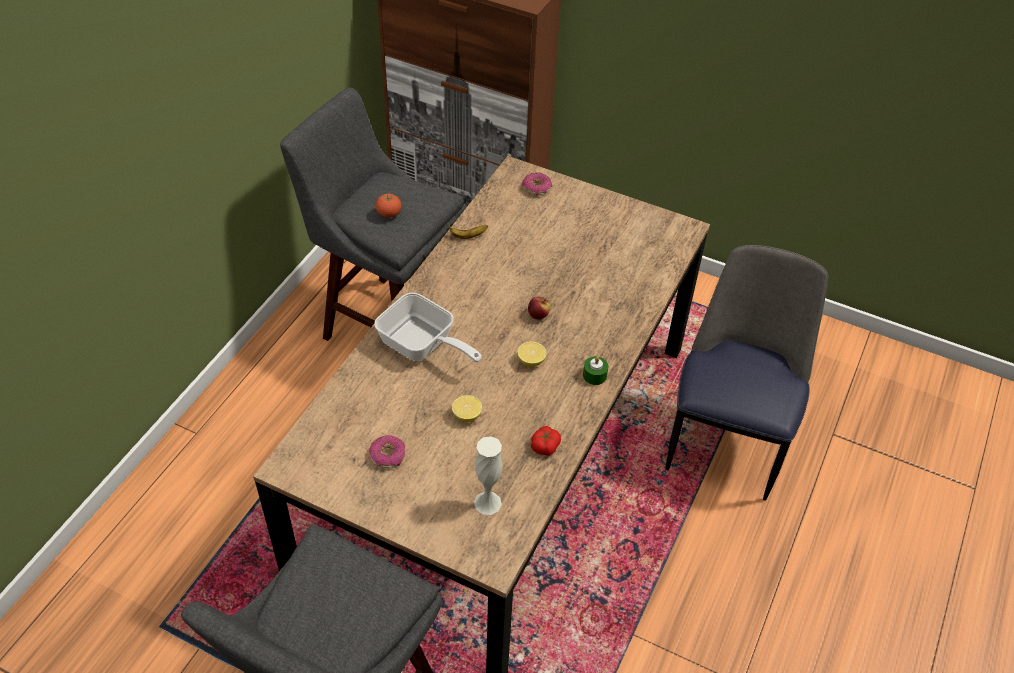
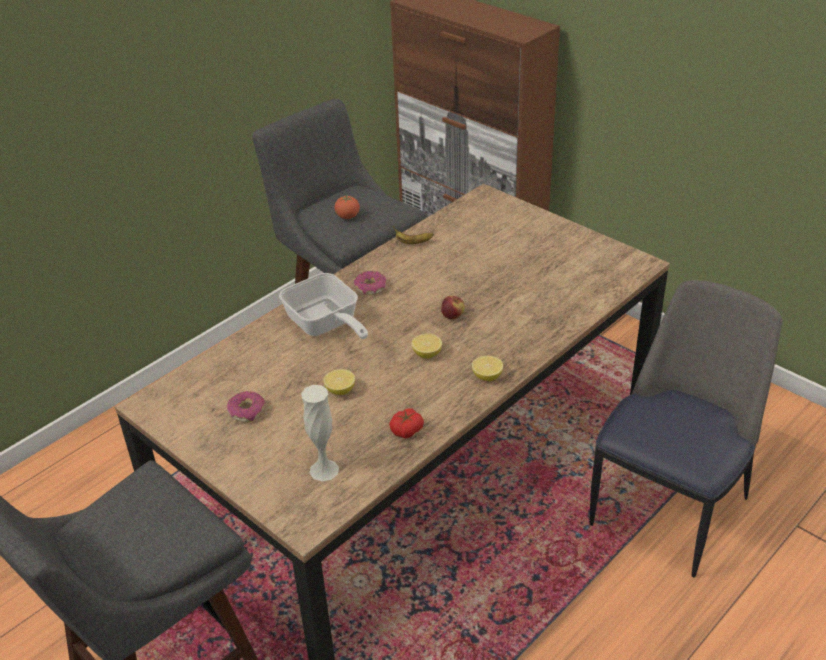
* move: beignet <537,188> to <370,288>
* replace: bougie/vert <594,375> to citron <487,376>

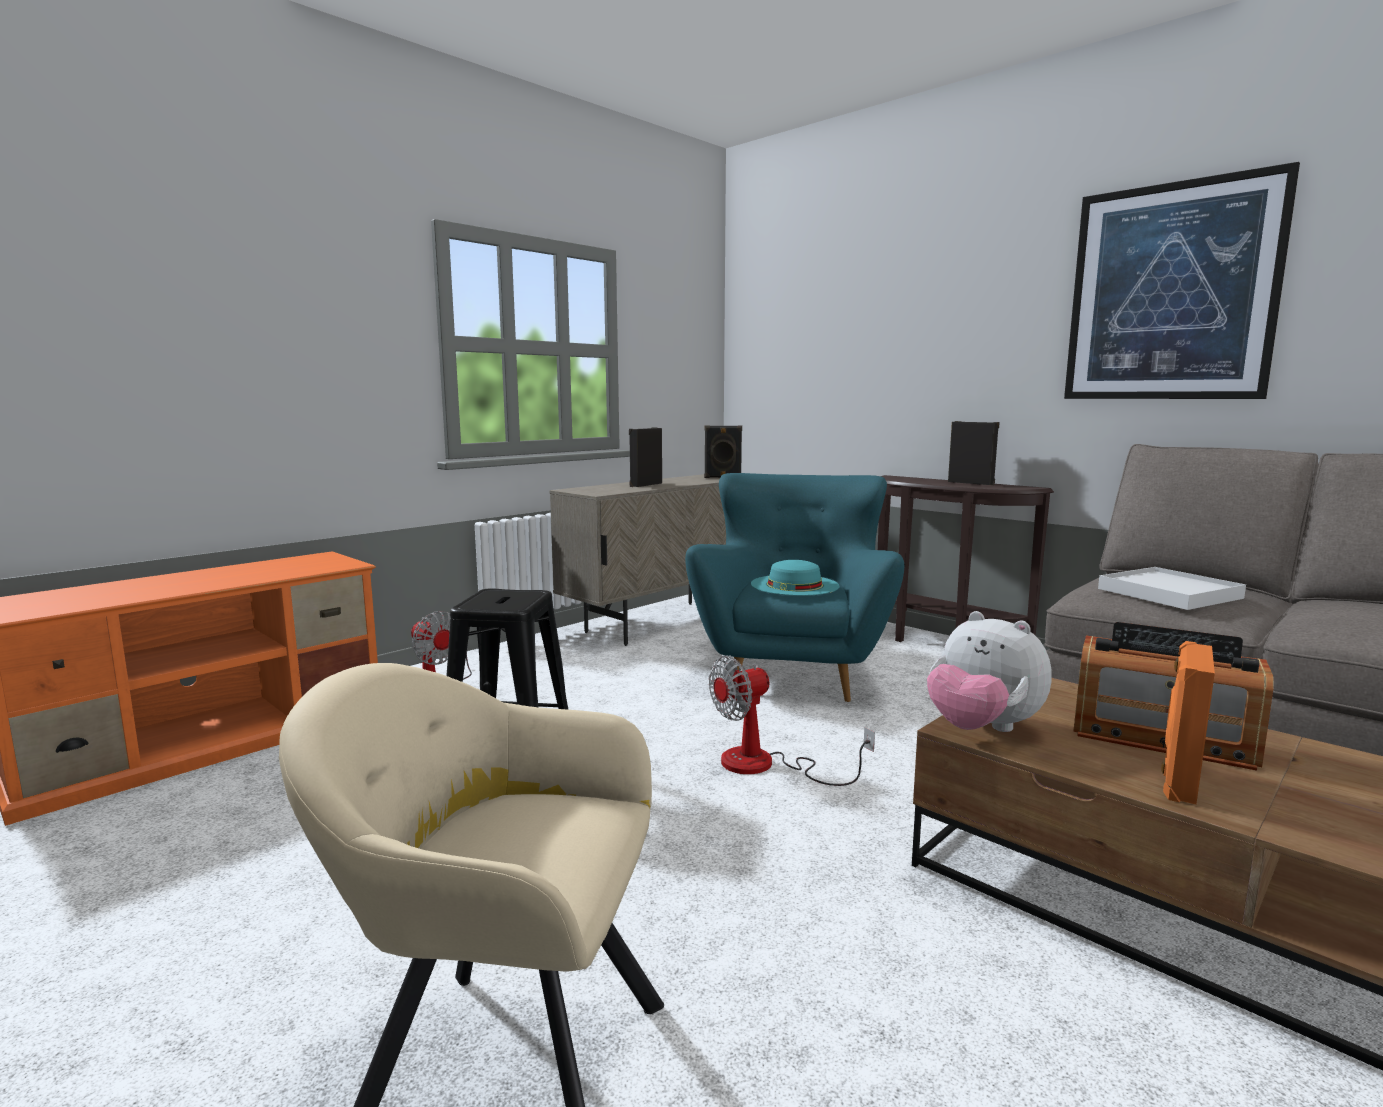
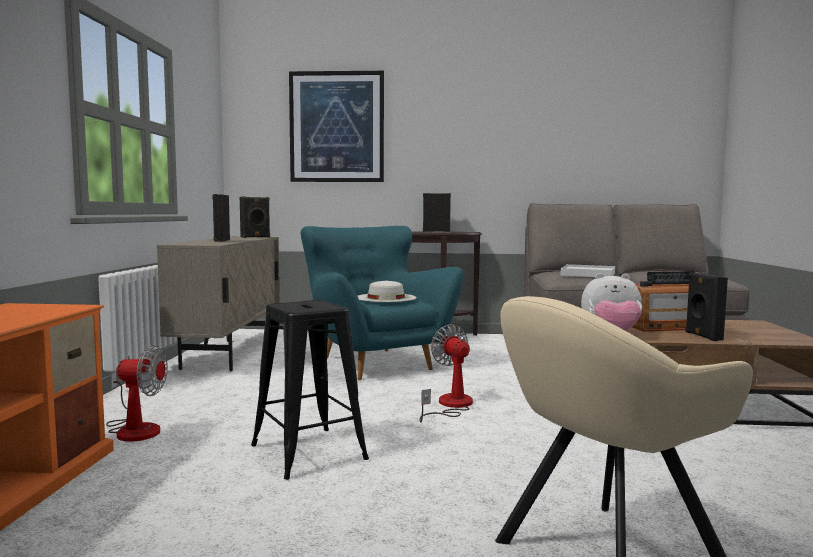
* move: tableau <1170,293> to <336,127>
* recolor: chapeau/turquoise <794,585> to chapeau/blanc <386,297>
* recolor: enceinte/orange <1177,781> to enceinte/noir <702,336>
* rotate: ventilateur <766,765> = <450,406> 135 degrees clockwise

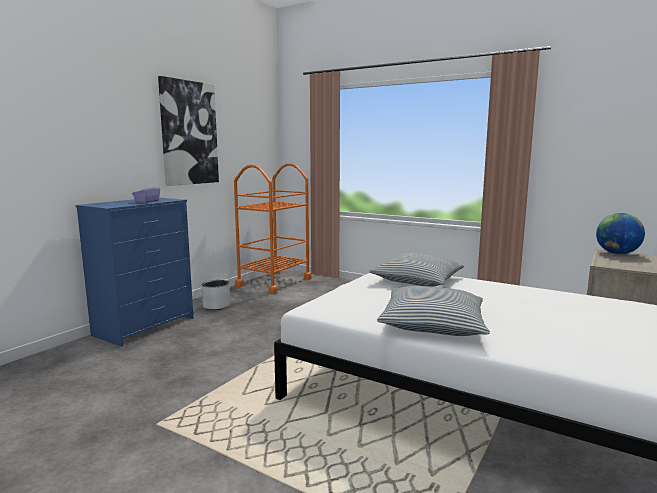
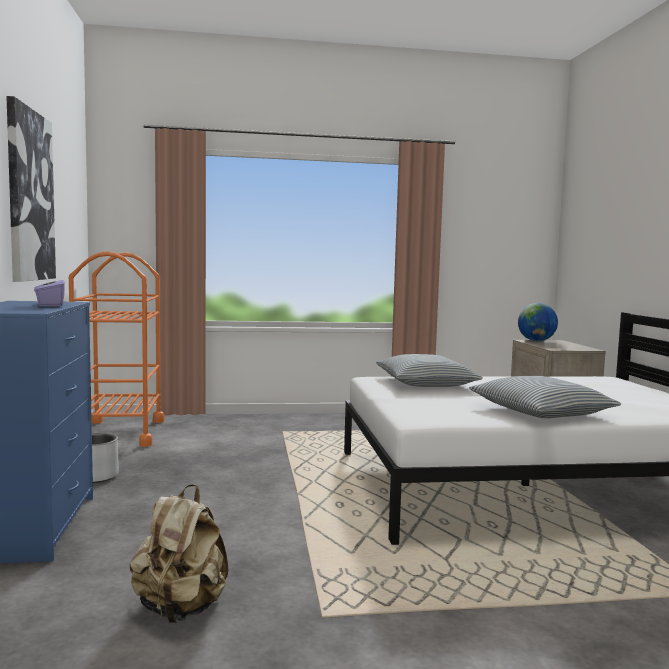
* insert: sac à dos/beige <181,609>

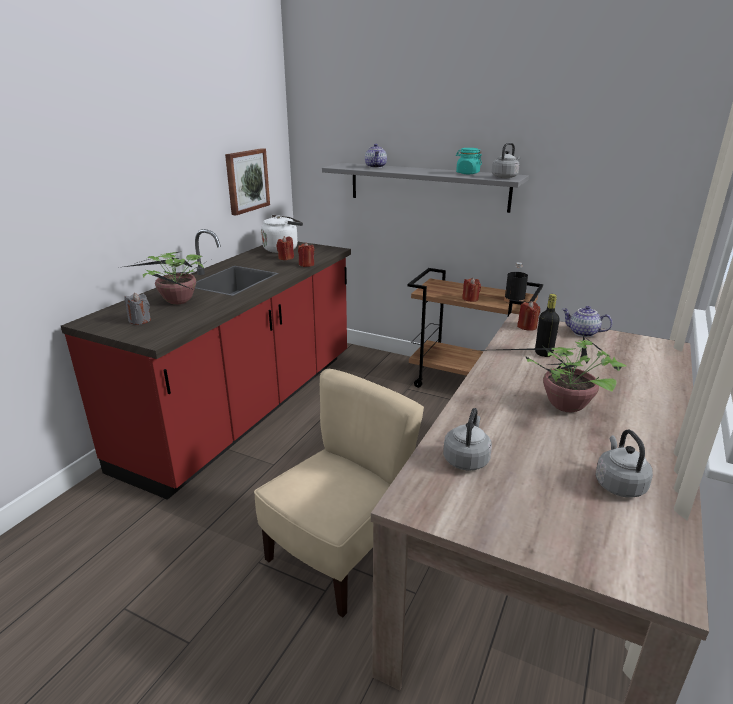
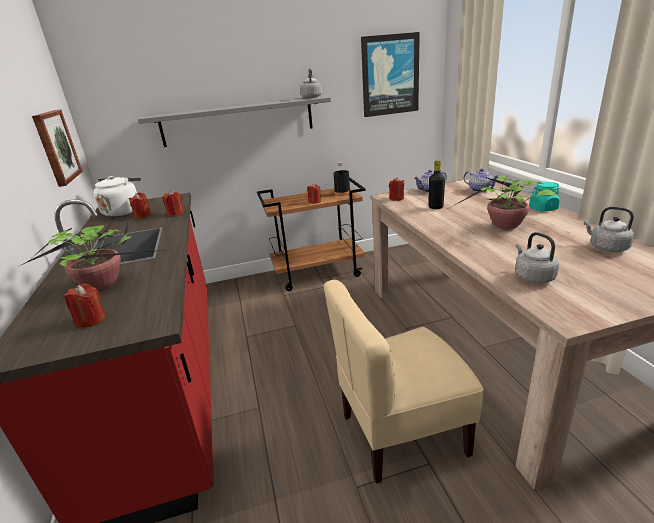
* insert: tableau <390,75>
* move: théière <376,167> to <480,190>
* move: bocal/turquoise <467,173> to <543,208>
* recolor: bougie/gris <140,320> to bougie/rouge <91,320>
* rotate: chaise/beige <338,555> = <402,433> 105 degrees counterclockwise

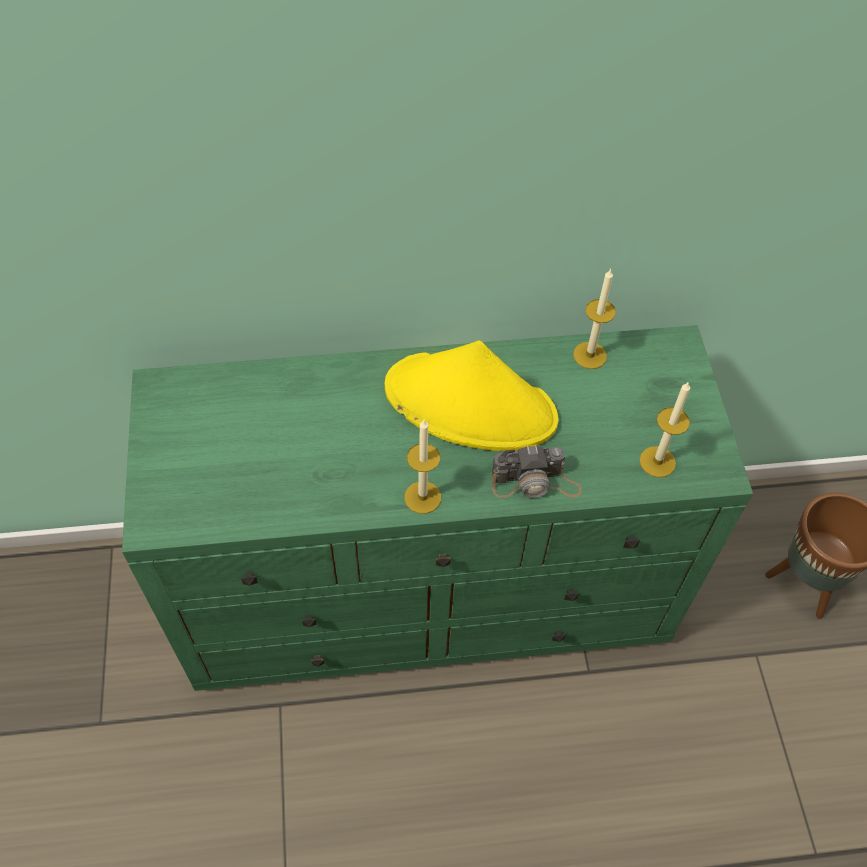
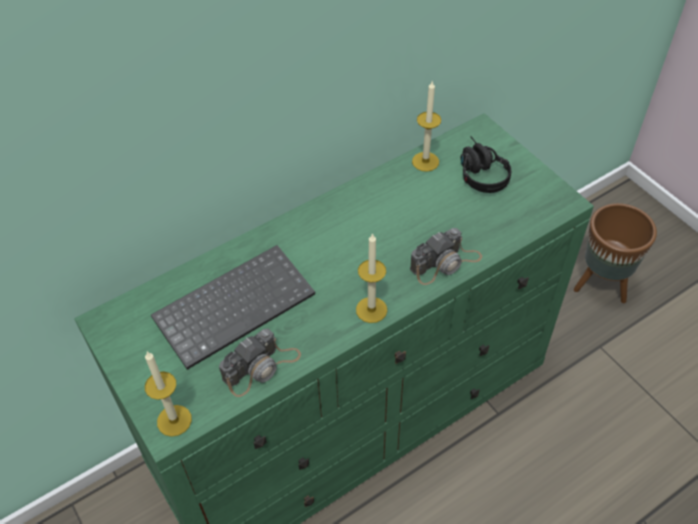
* delete: chapeau/jaune <471,404>
* insert: clavier <235,304>
* insert: appareil photo <261,367>
* insert: casque audio/noir <478,172>
* move: bougie <657,462> to <174,420>

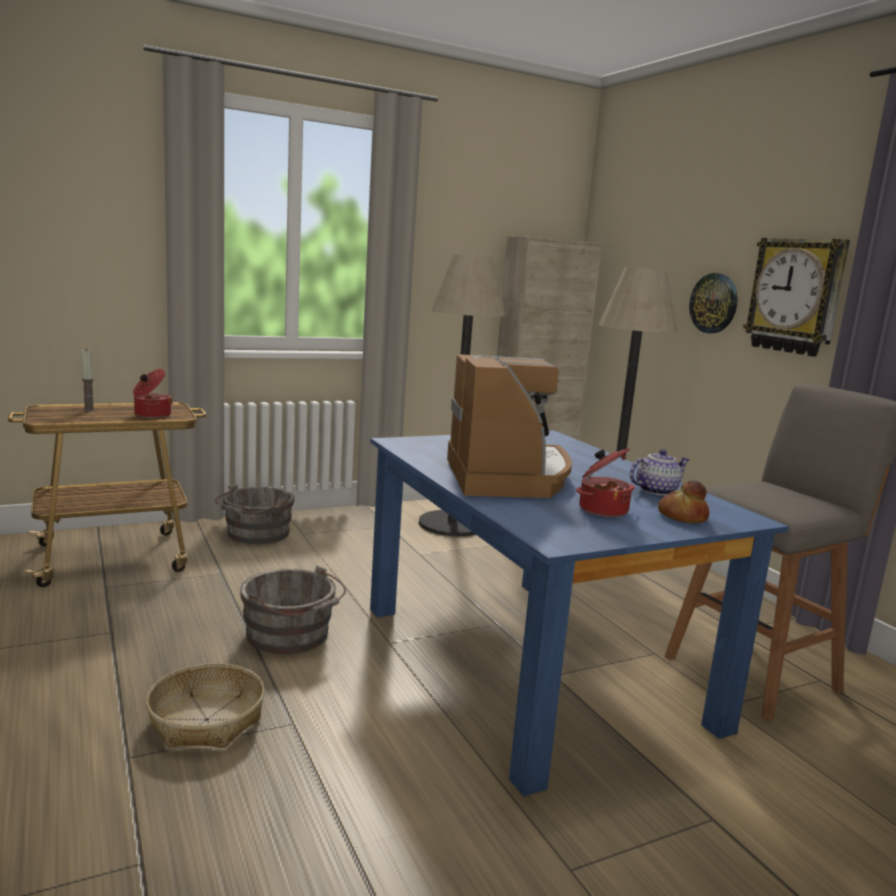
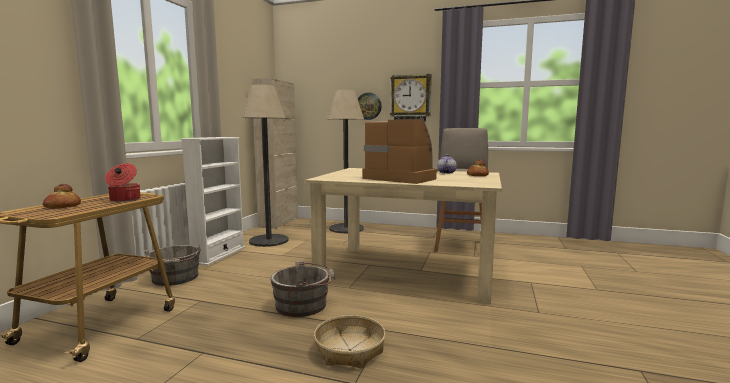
* delete: marmite <602,509>
* insert: bibliothèque/blanc <219,255>
* replace: bougie <89,410> to pain <62,206>
* recolor: table à manger/bleu <528,663> to table à manger/beige <406,271>

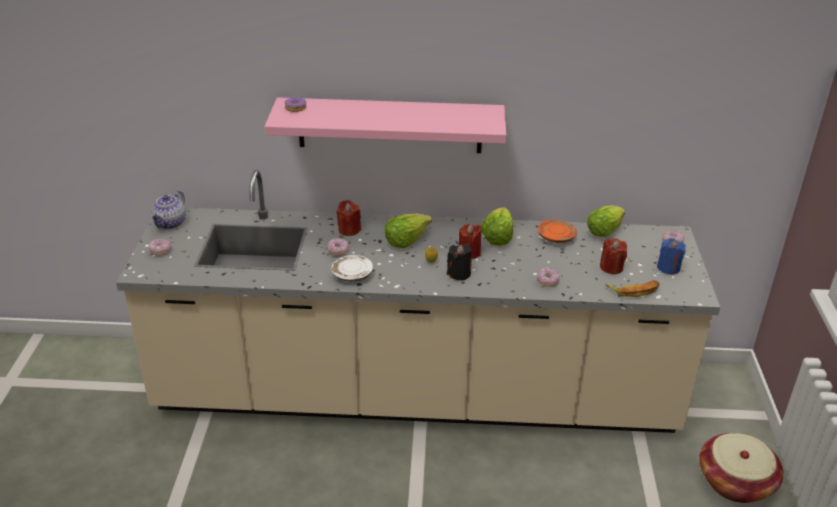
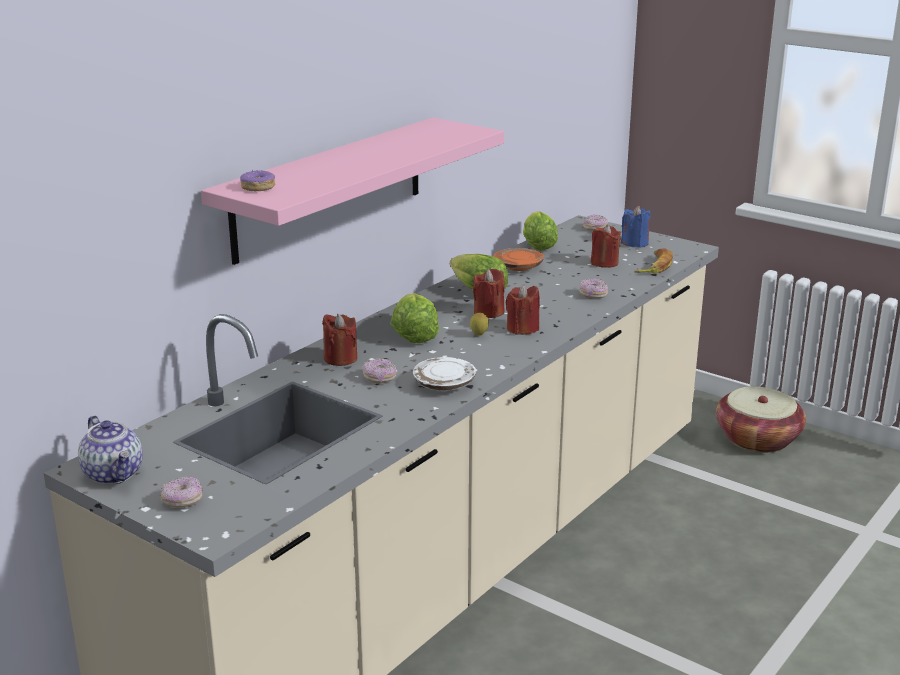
* recolor: bougie/noir <459,273> to bougie/rouge <522,329>

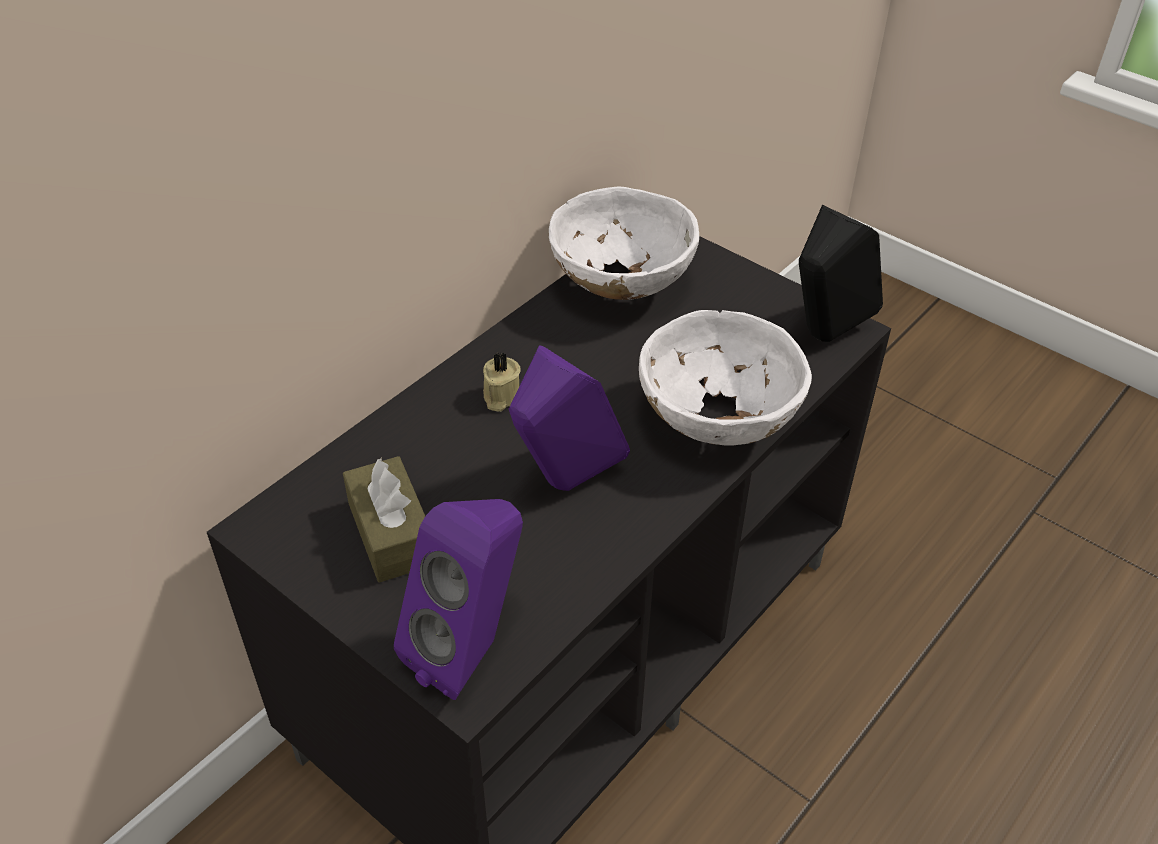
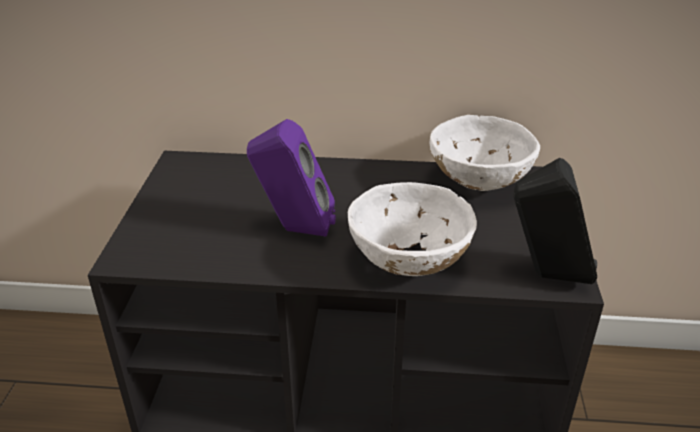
* delete: boîte à mouchoirs/marron <391,533>
* delete: enceinte/violet <471,650>
* delete: bougie/beige <500,397>

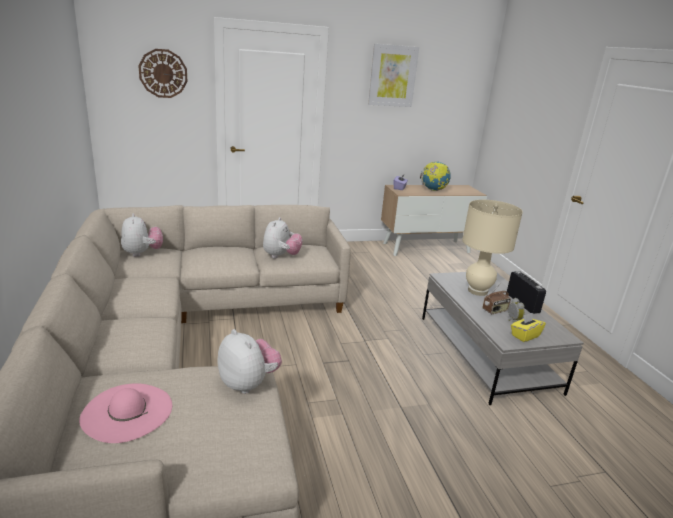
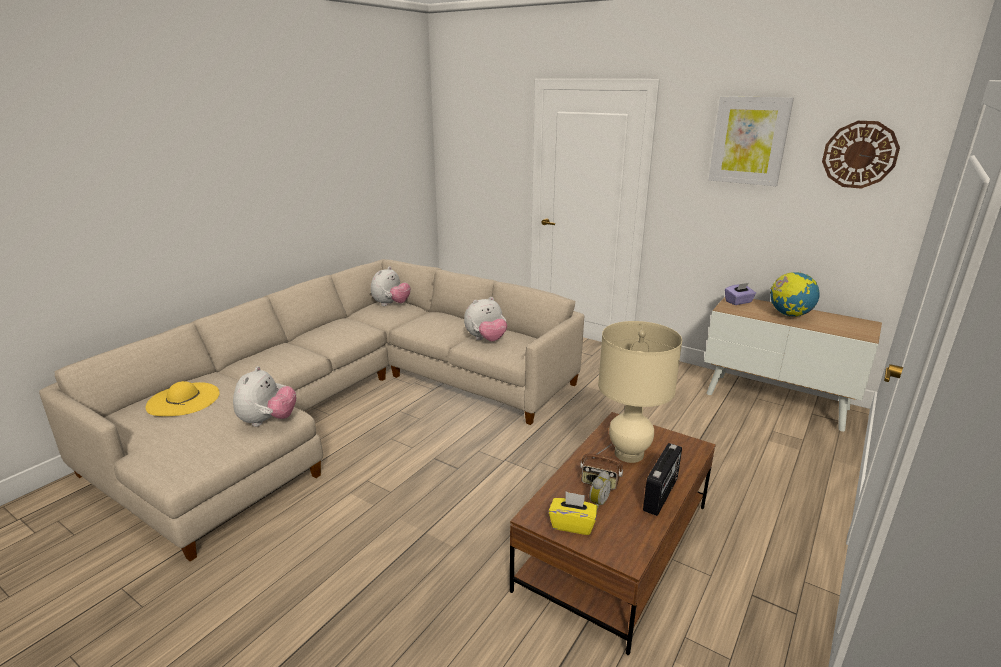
* move: horloge murale <163,73> to <859,154>
* recolor: chapeau/rose <127,412> to chapeau/jaune <183,399>
* recolor: table basse/gris <486,353> to table basse/marron <615,546>

